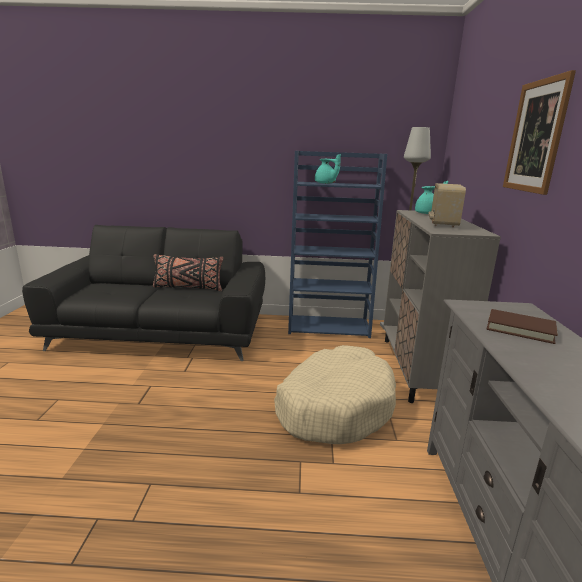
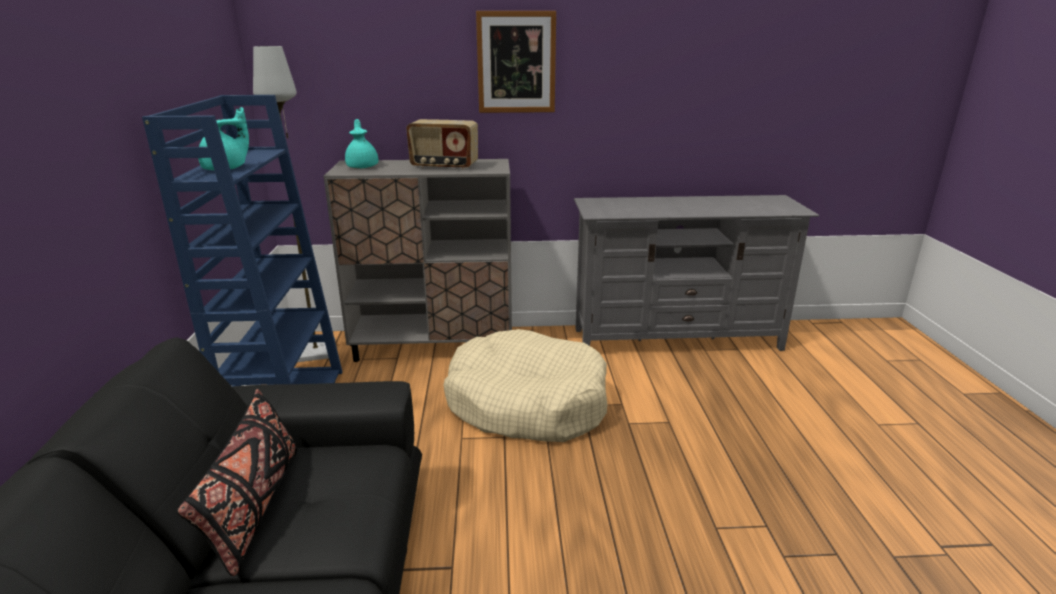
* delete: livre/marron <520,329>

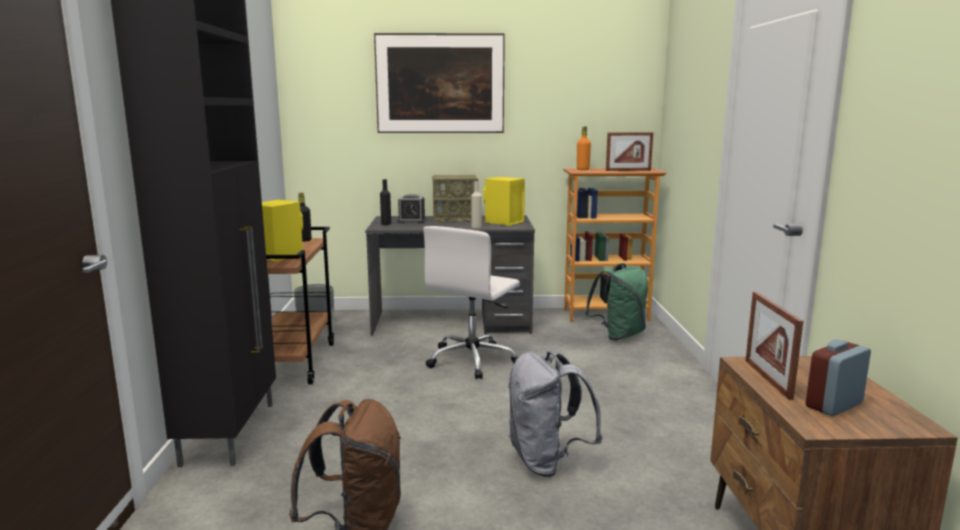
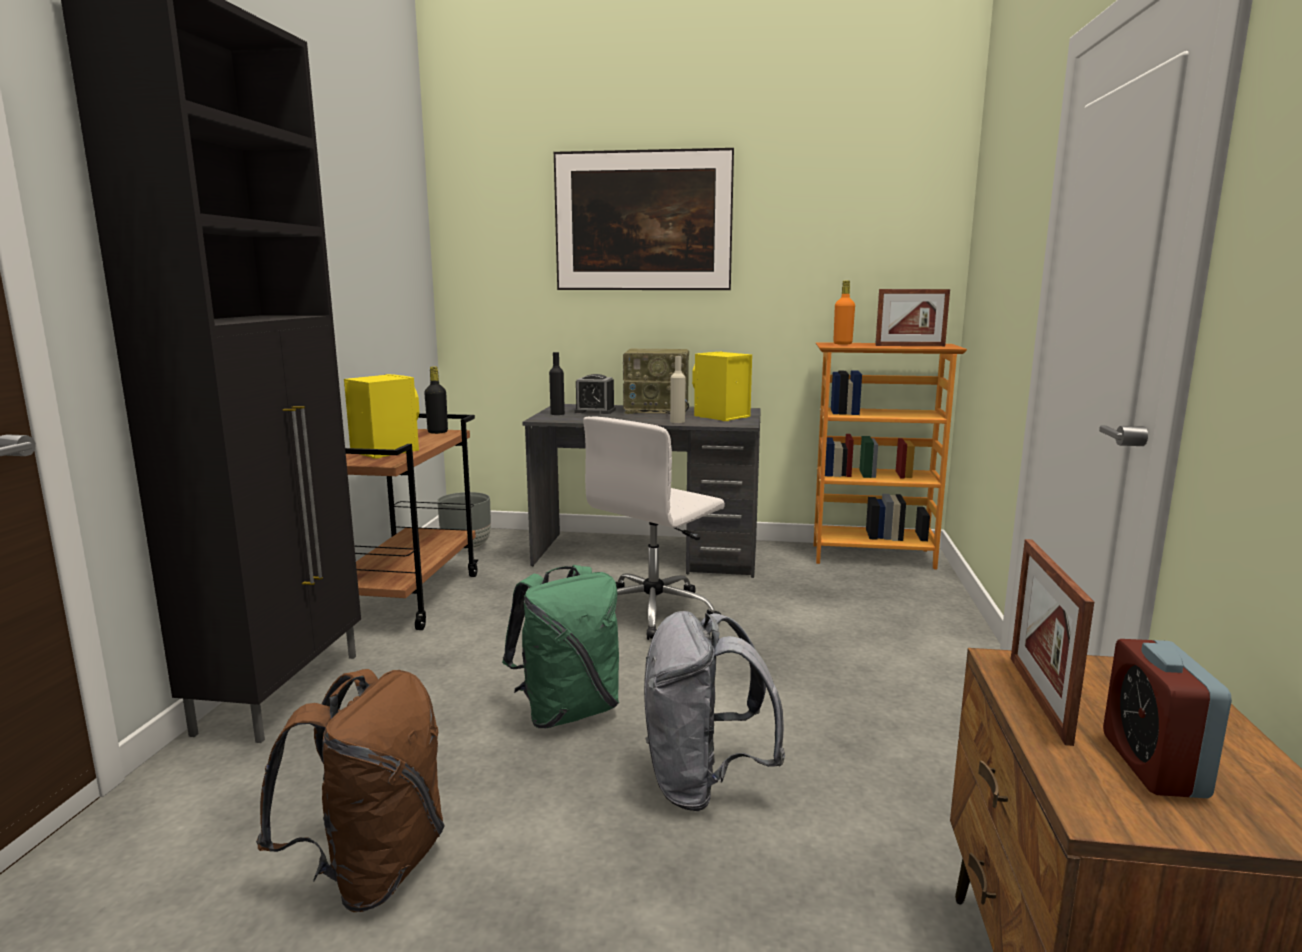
* move: sac à dos/vert <618,335> to <568,711>
* rotate: réveil <834,405> = <1153,765> 60 degrees counterclockwise

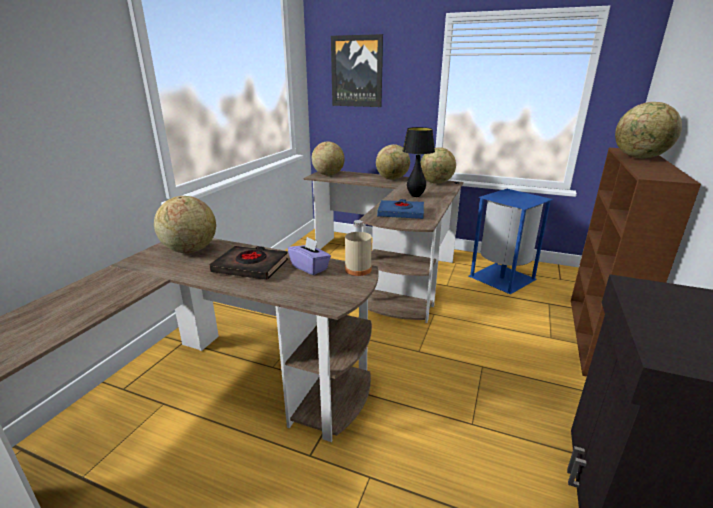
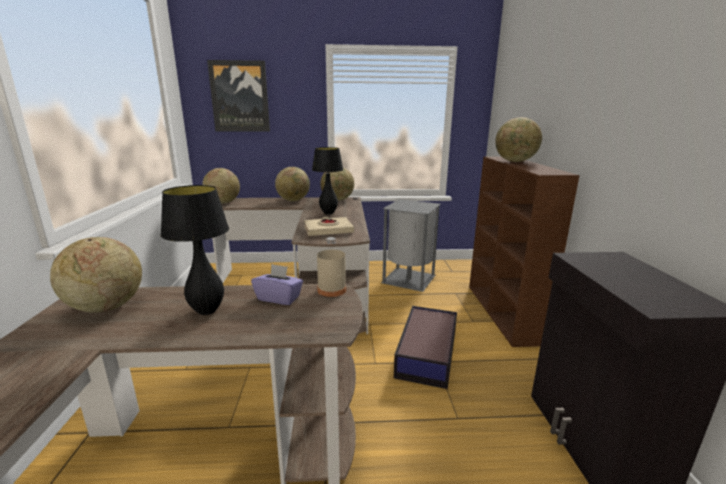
* insert: boîte de rangement <427,352>
* replace: livre/noir <251,267> to lampe de table/noir <207,311>
* recolor: livre/bleu <401,213> to livre/beige <328,230>
* recolor: poubelle/bleu <503,278> to poubelle/gris <409,279>

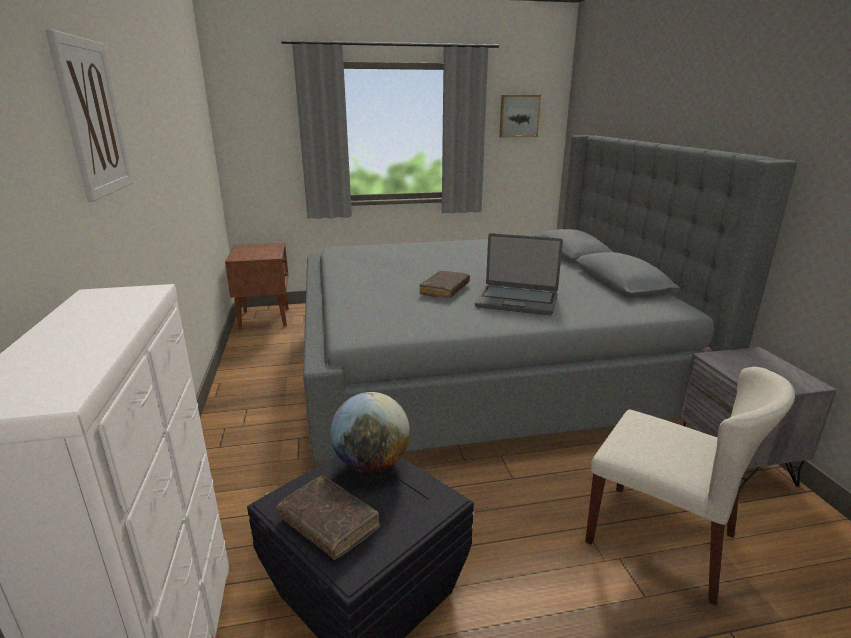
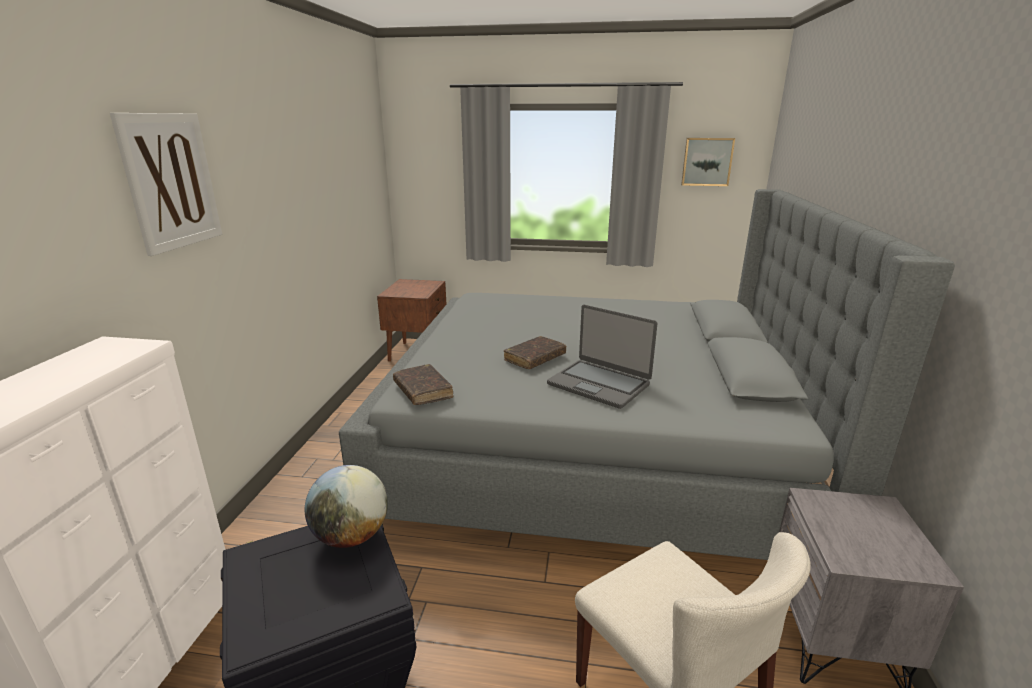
* move: livre/marron <328,524> to <423,391>

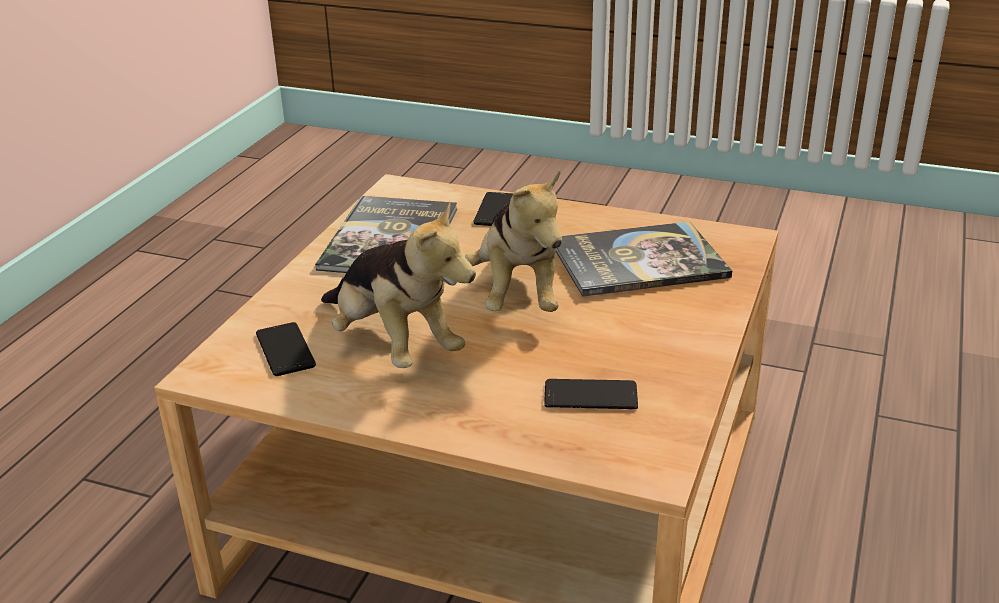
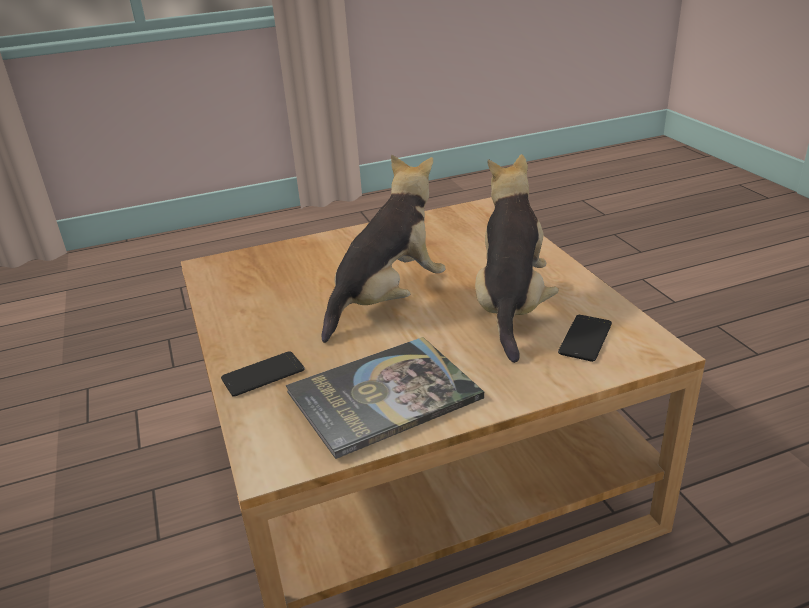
* delete: téléphone <590,396>
* delete: livre <638,261>

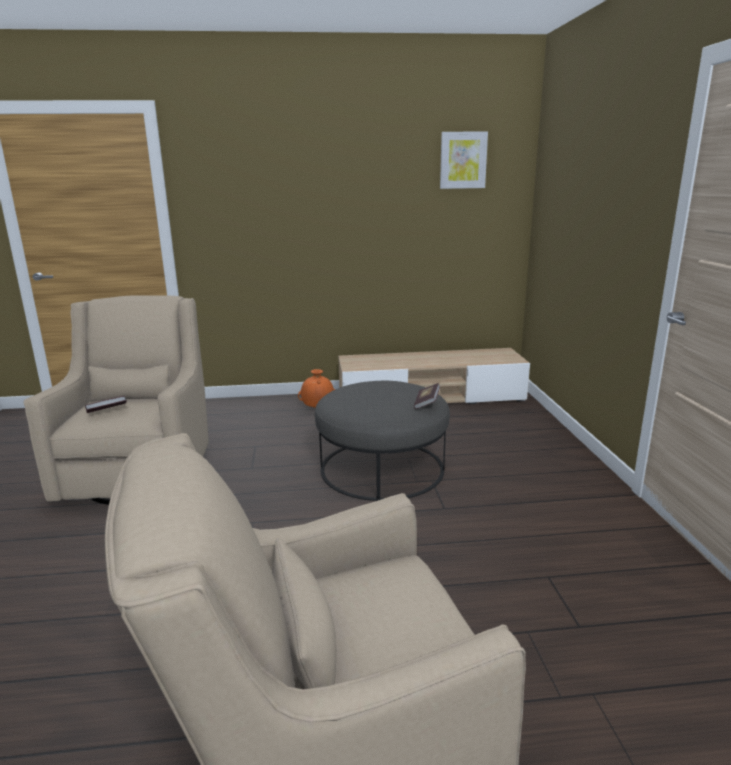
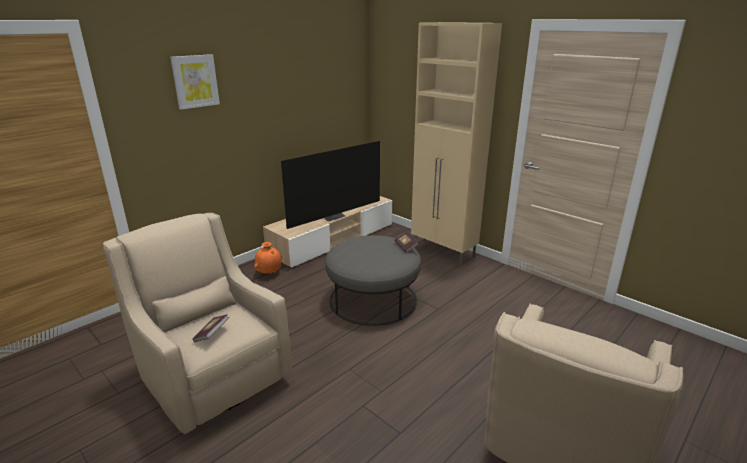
* insert: téléviseur <333,216>
* insert: meuble de rangement/beige <444,251>
* move: tableau <463,160> to <195,81>

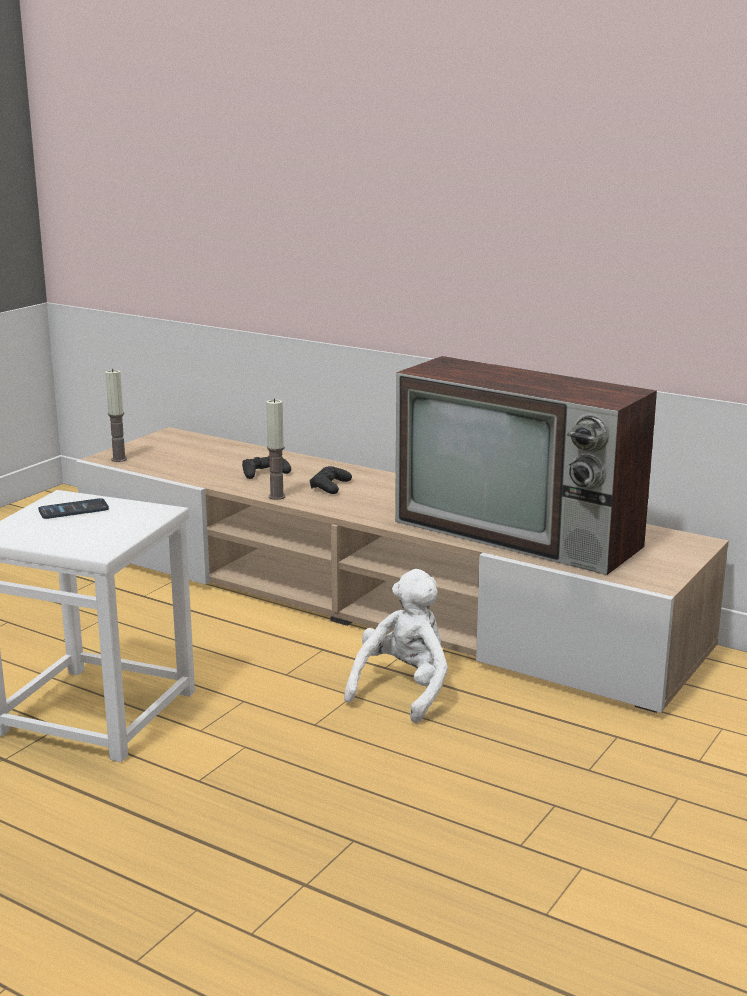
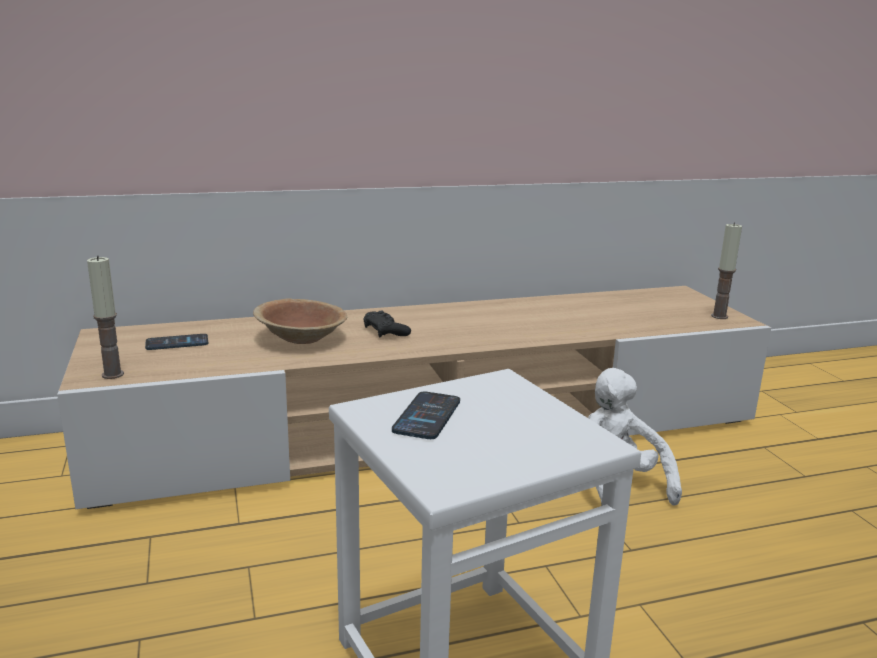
* delete: téléviseur <521,534>
* insert: téléphone <177,343>
* move: bougie <277,496> to <719,316>
* replace: manette/noir <265,473> to bol/marron <301,338>

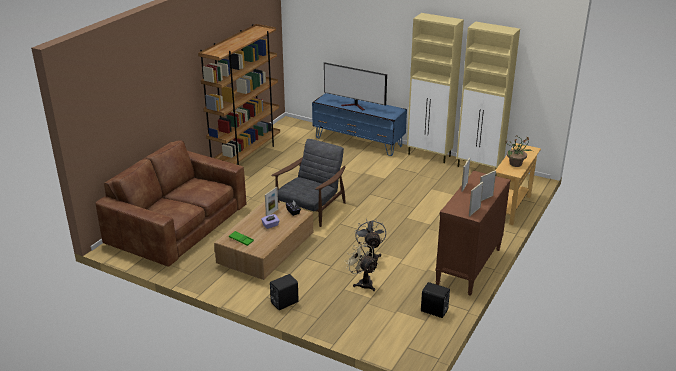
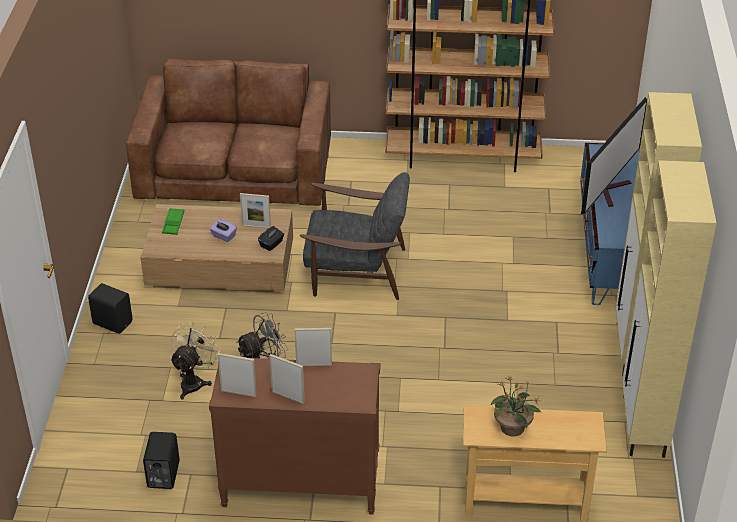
* rotate: téléviseur <355,106> = <612,190> 150 degrees counterclockwise

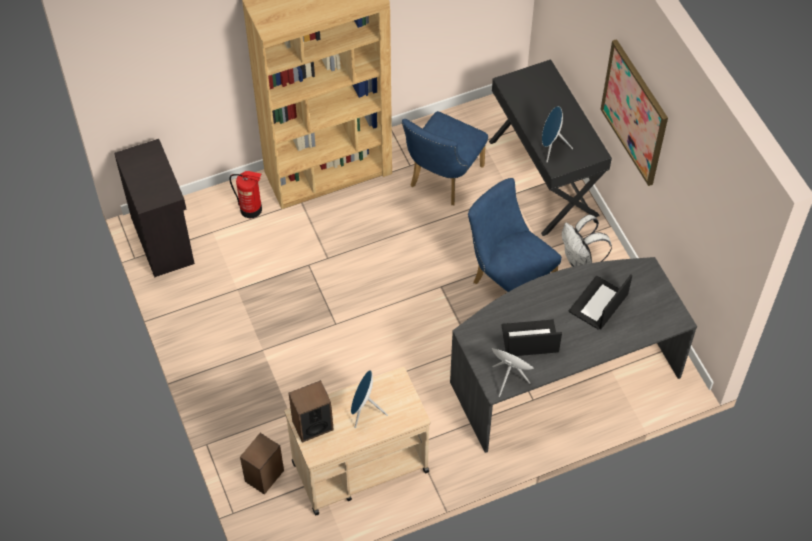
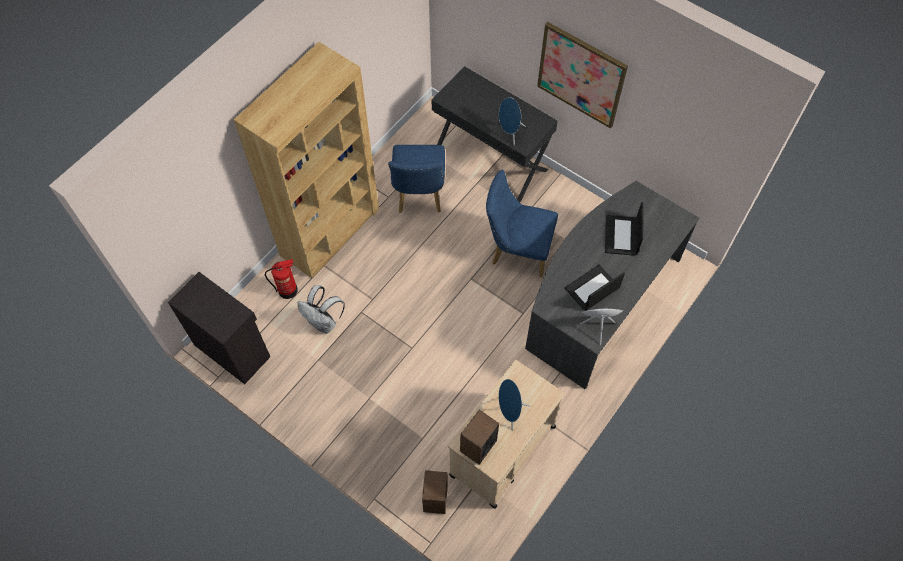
* move: sac à dos/blanc <580,261> to <324,322>

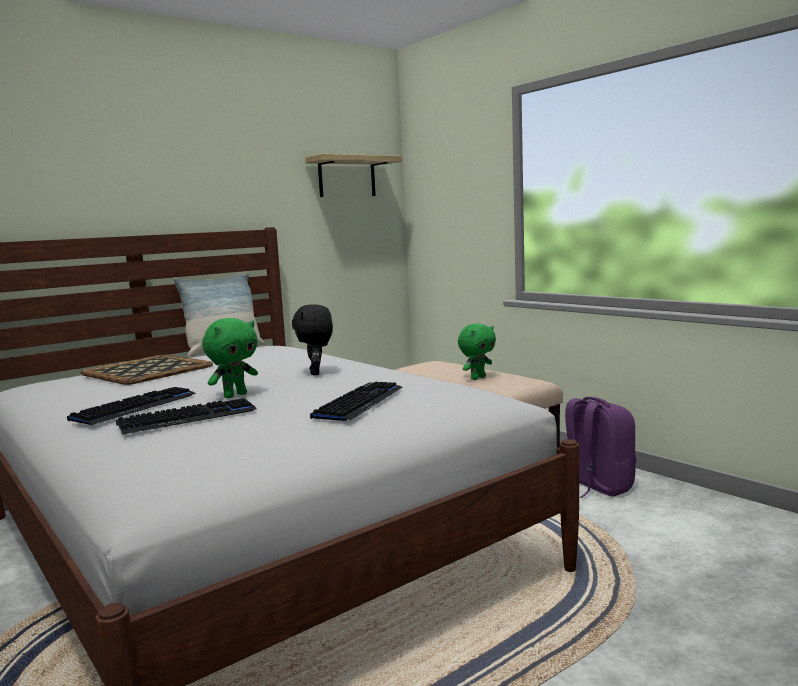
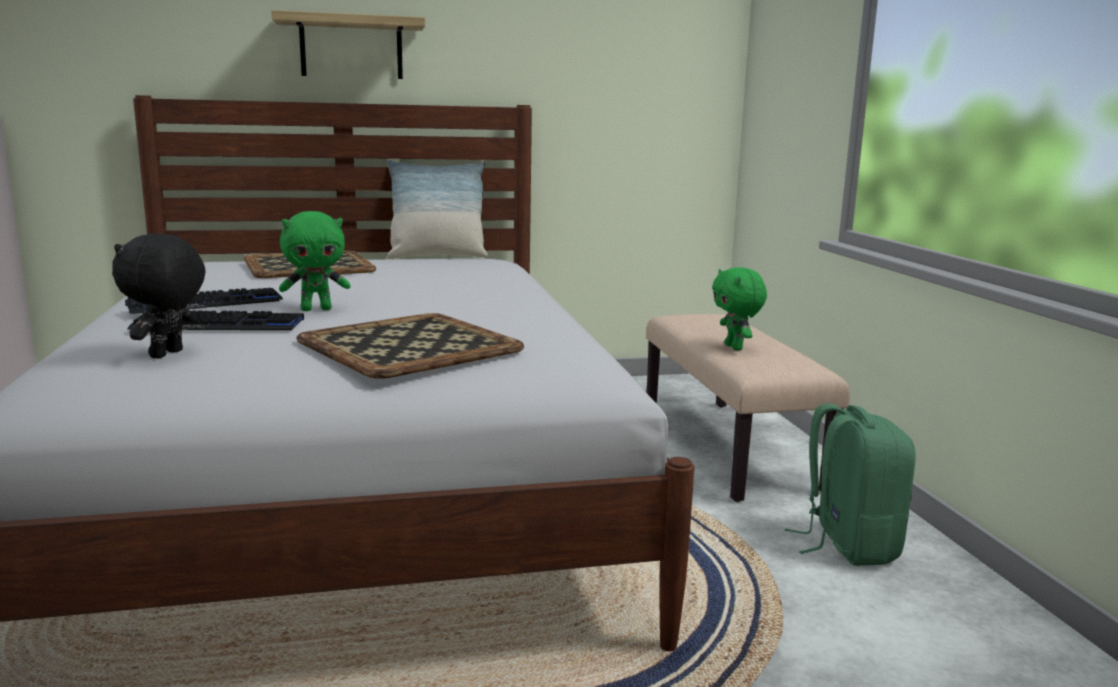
* move: peluche/noir <316,373> to <168,354>
* move: étagère <347,177> to <351,48>
* replace: clavier <359,403> to plateau <410,345>
* recolor: sac à dos/violet <597,487> to sac à dos/vert <847,544>
* rotate: peluche/vert <477,378> = <735,347> 90 degrees clockwise

